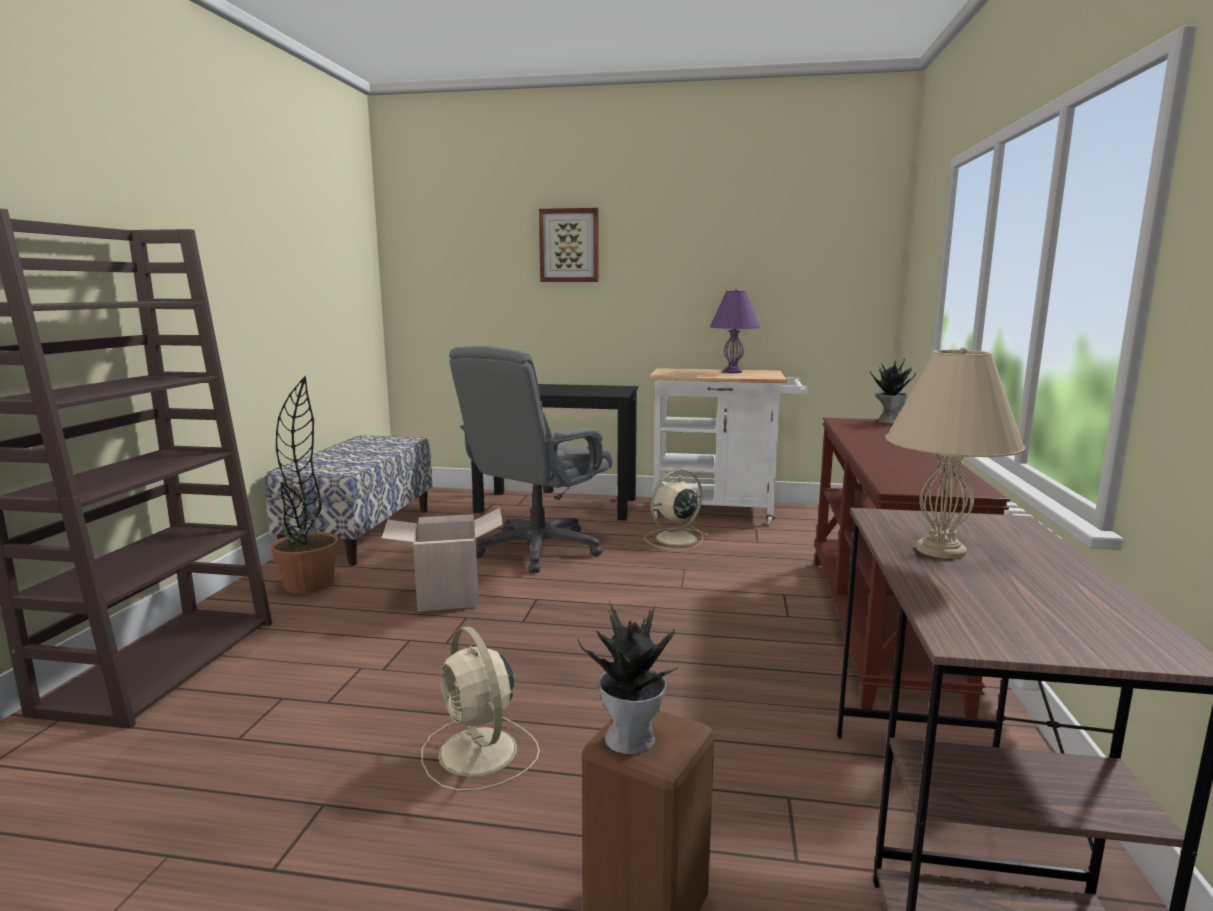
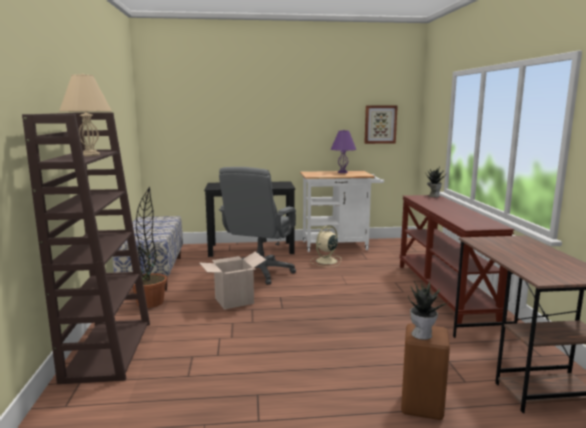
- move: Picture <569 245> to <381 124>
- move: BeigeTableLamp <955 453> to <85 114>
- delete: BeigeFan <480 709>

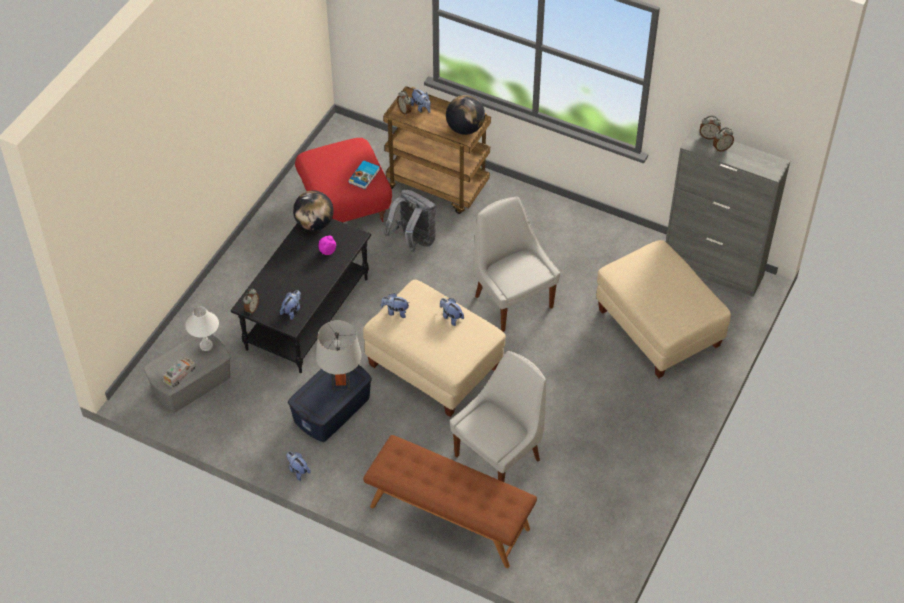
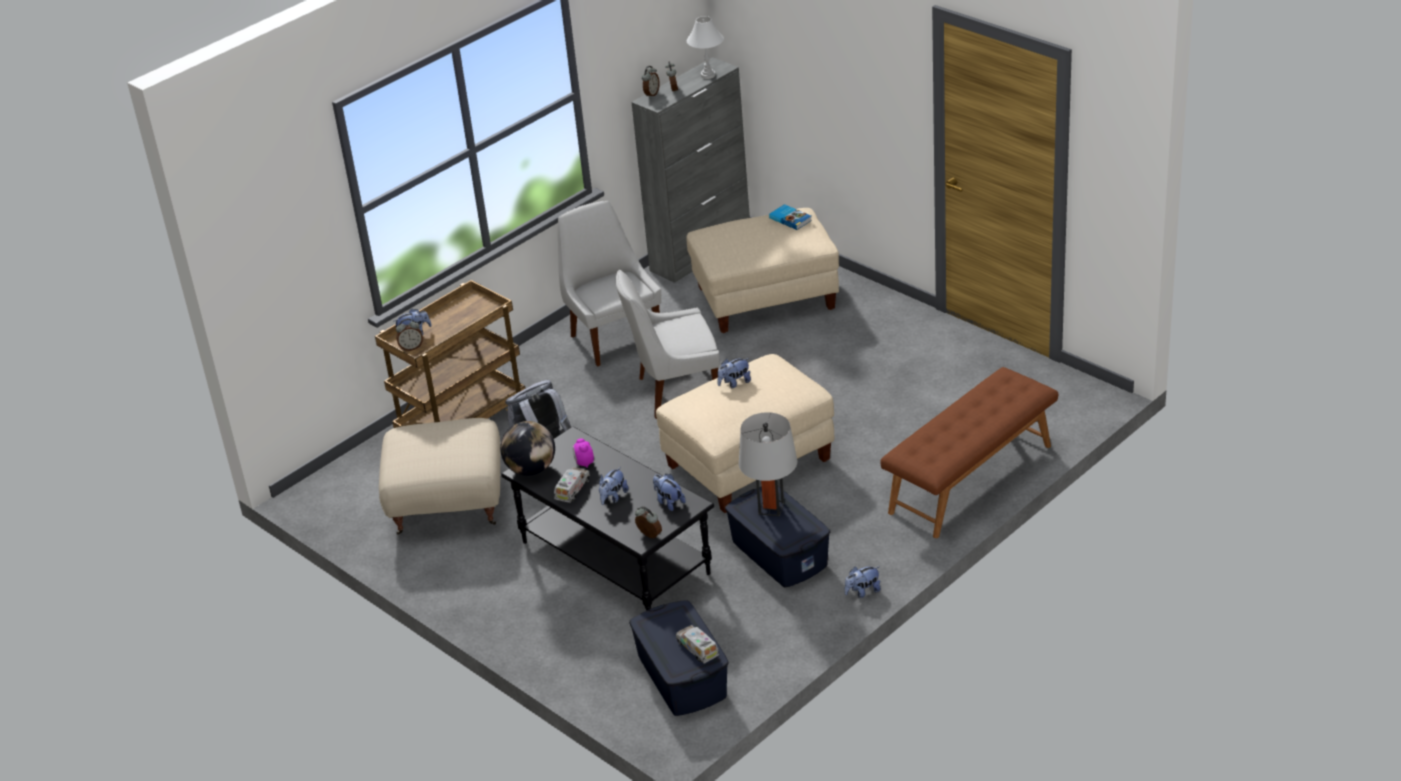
- delete: Globe <465 115>
- recolor: RedOttoman <343 180> to BeigeOttoman <440 476>
- move: Book <364 174> to <790 217>
- move: PlushToy <395 305> to <613 486>
- move: WhiteTableLamp <202 329> to <705 47>
- recolor: GreyStorageBox <187 374> to BlueStorageBox <679 658>
- move: WhiteChair <498 416> to <609 283>
- insert: ToyTruck <572 485>

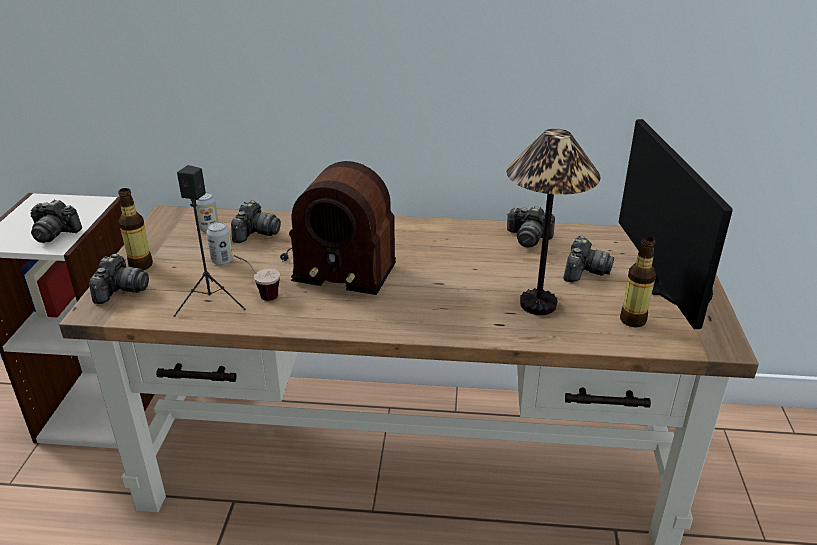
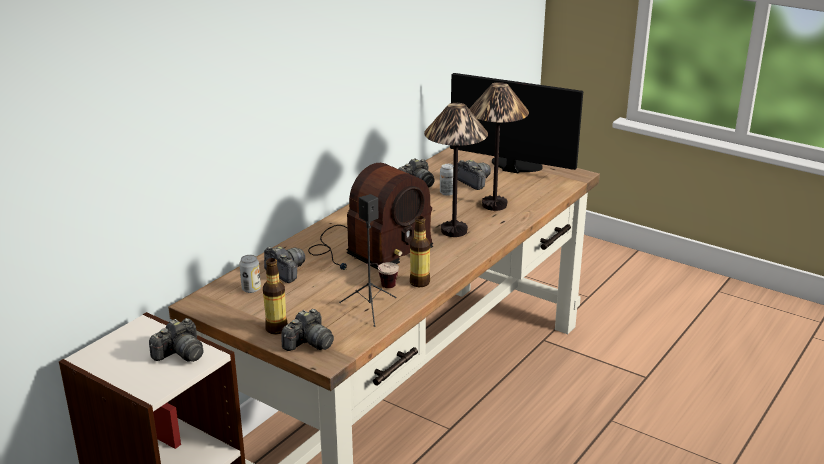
- move: Can <220 243> to <446 180>
- move: Bottle <638 282> to <420 251>
- rotate: PhotoCamera <119 279> = <307 330> 90 degrees clockwise
- insert: TableLamp <456 170>

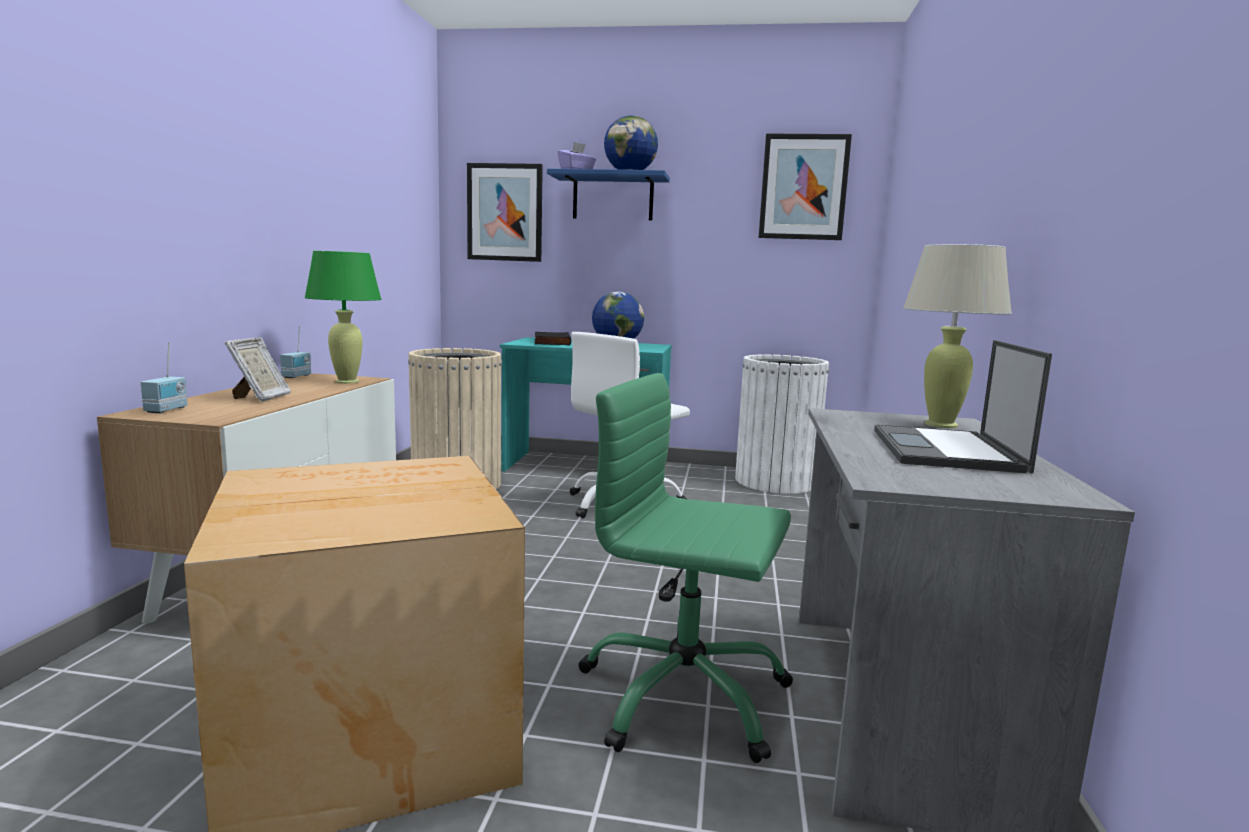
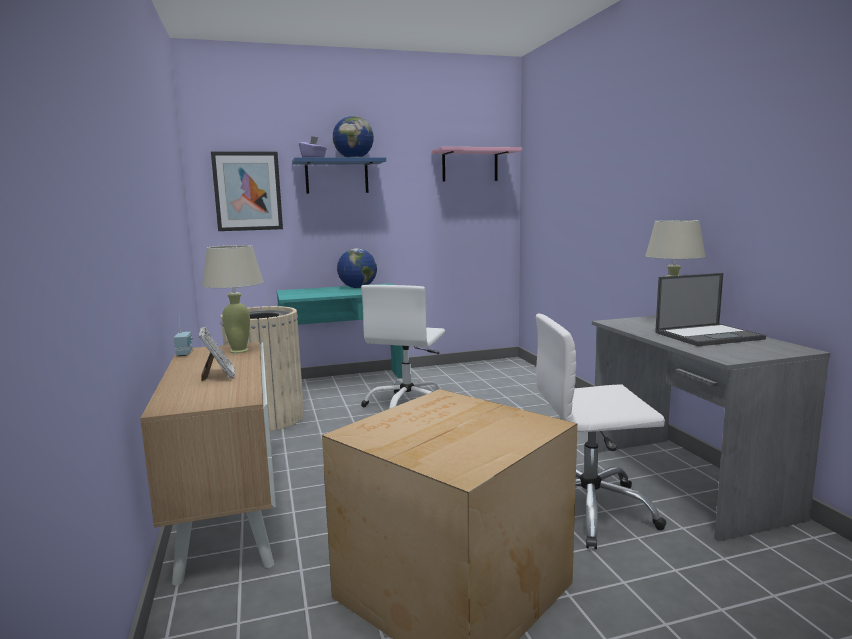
- replace: Picture <805 187> to PinkShelf <476 164>
- recolor: GreenTableLamp <343 317> to BeigeTableLamp <233 299>
- delete: BlackBook <553 338>
- rotate: Laptop <963 407> = <710 309> 90 degrees counterclockwise
- delete: Radio <164 377>
- delete: WhiteTrashCan <782 424>
- recolor: GreenOfficeChair <685 568> to WhiteOfficeChair <601 431>

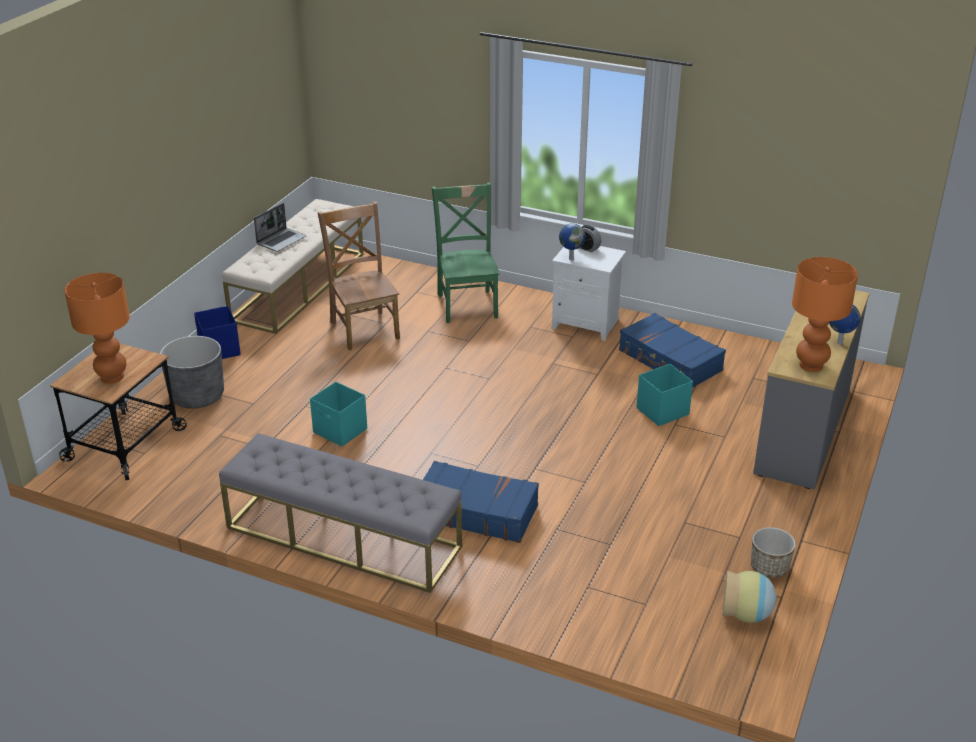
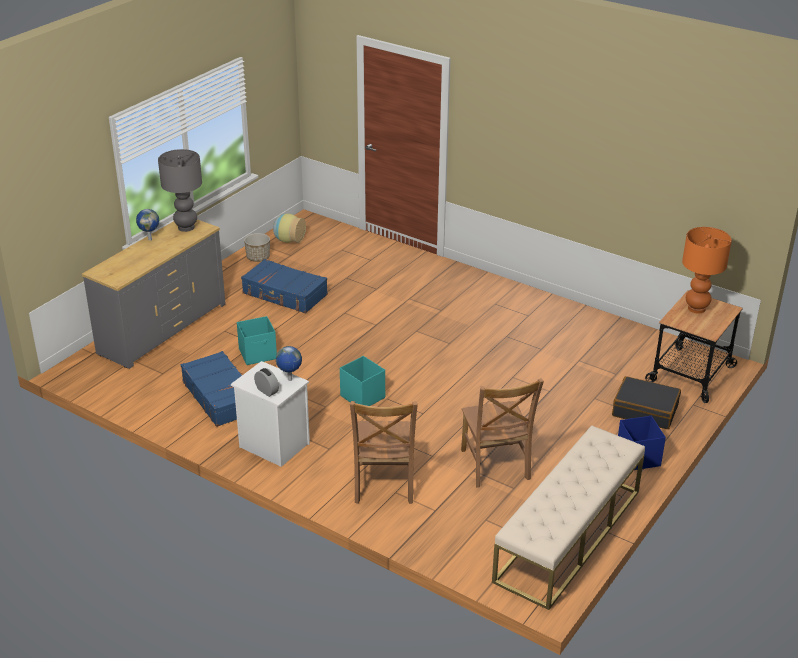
- recolor: GreenChair <466 252> to BrownChair <384 452>
- delete: Laptop <280 227>
- recolor: OrangeTableLamp <825 314> to GreyTableLamp <180 190>
- replace: GreyPlanter <192 372> to BlackSuitcase <646 402>
- move: TurquoiseStorageBox <338 414> to <362 381>
- delete: GreyBench <340 513>
- move: BlueSuitcase <481 502> to <284 286>

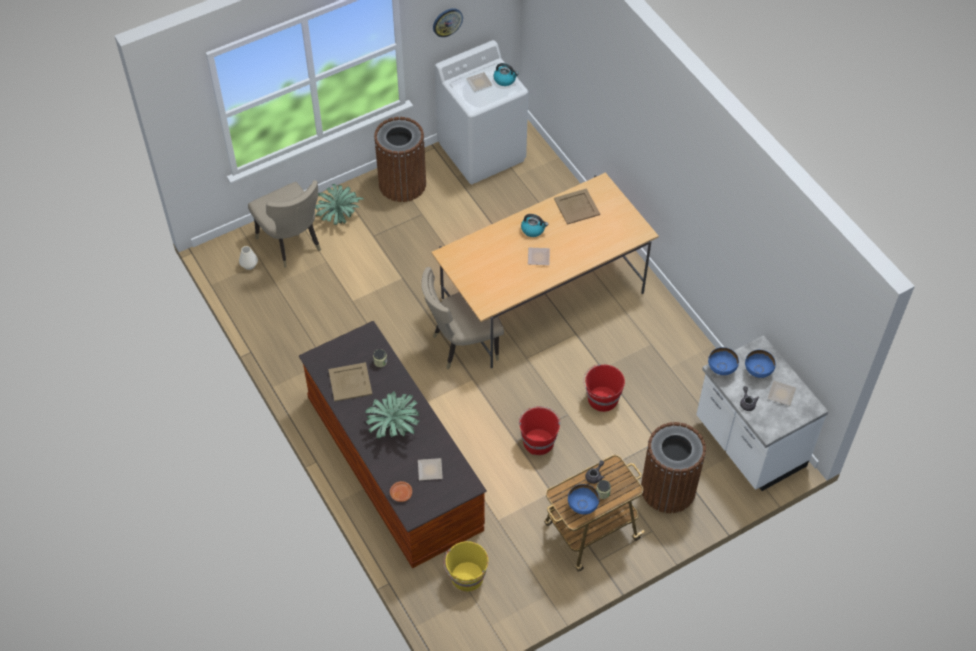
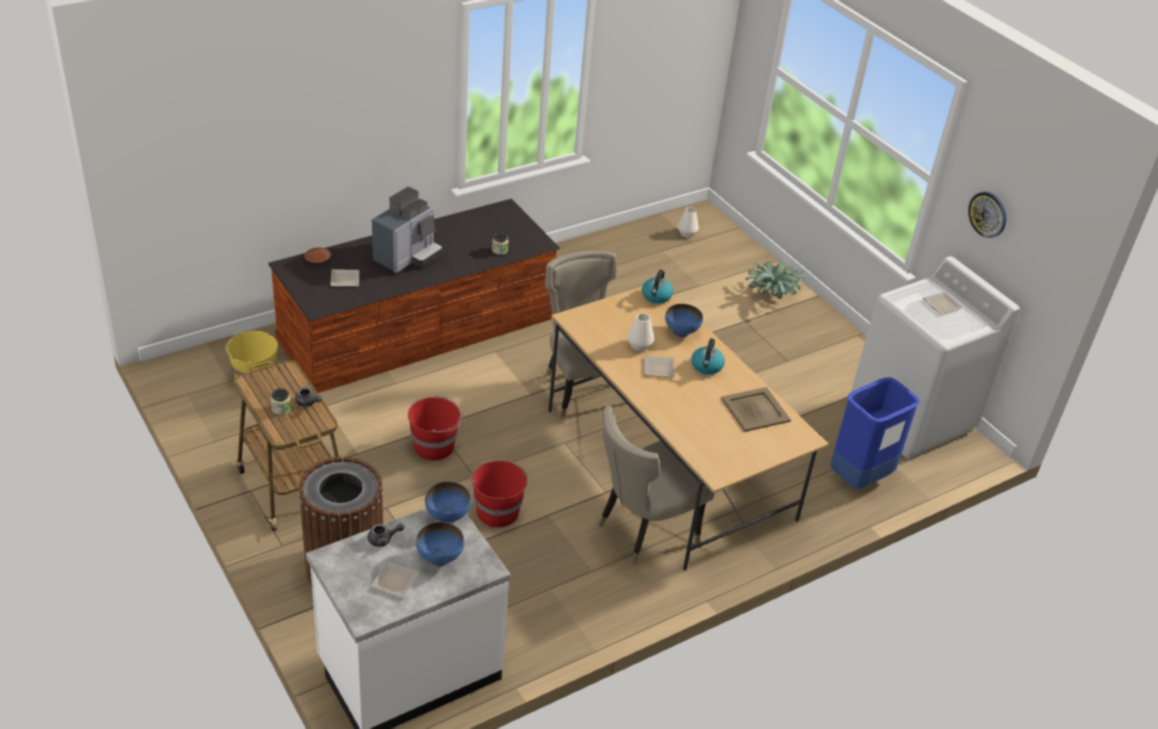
- move: Kettle <506 74> to <657 286>
- delete: BrownTrashCan <400 159>
- move: BeigeChair <284 224> to <656 485>
- delete: BeigeTray <350 382>
- replace: PottedPlant <392 414> to CoffeeMachine <407 230>
- move: BlueBowl <583 499> to <684 321>
- insert: WhiteVase <640 332>
- insert: BlueTrashCan <875 433>

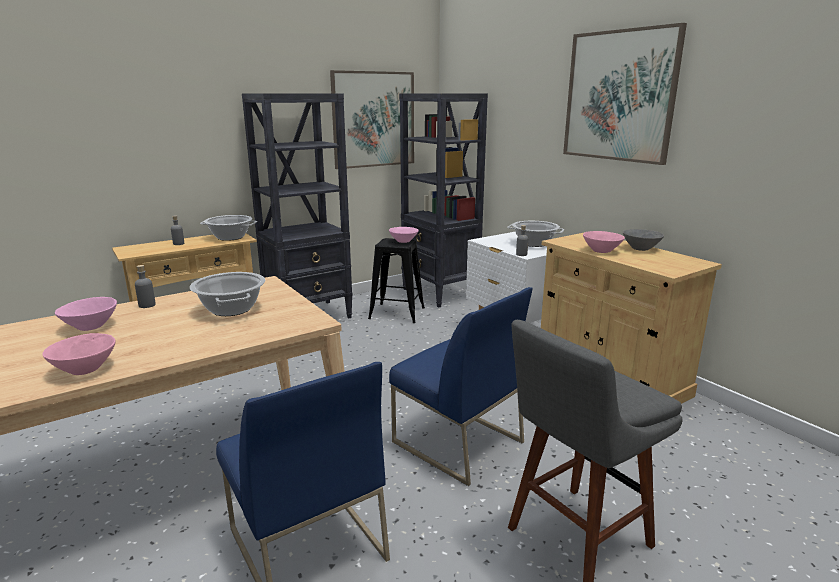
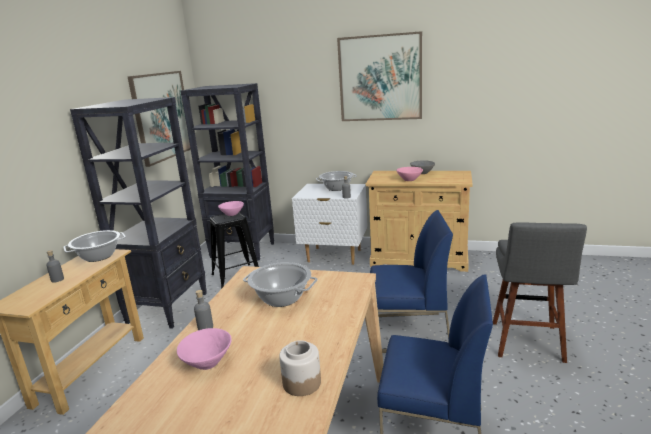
- replace: PinkBowl <79 354> to Jar <300 368>

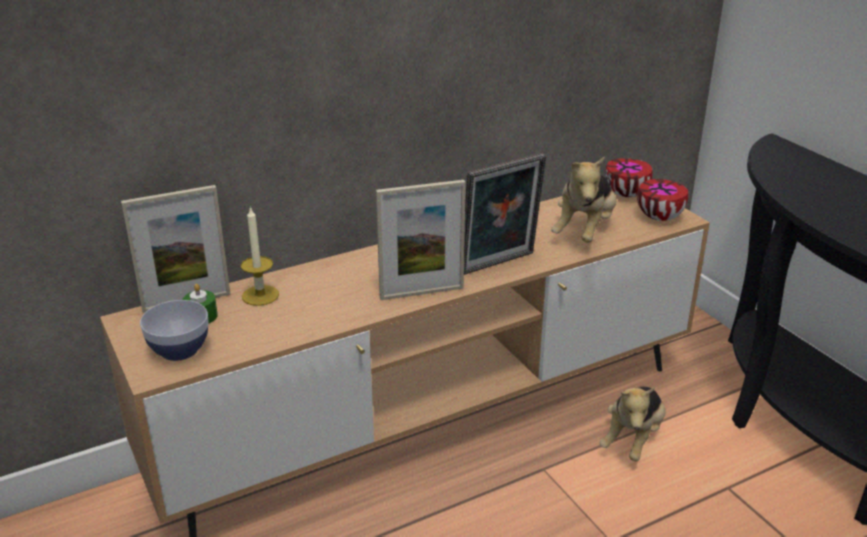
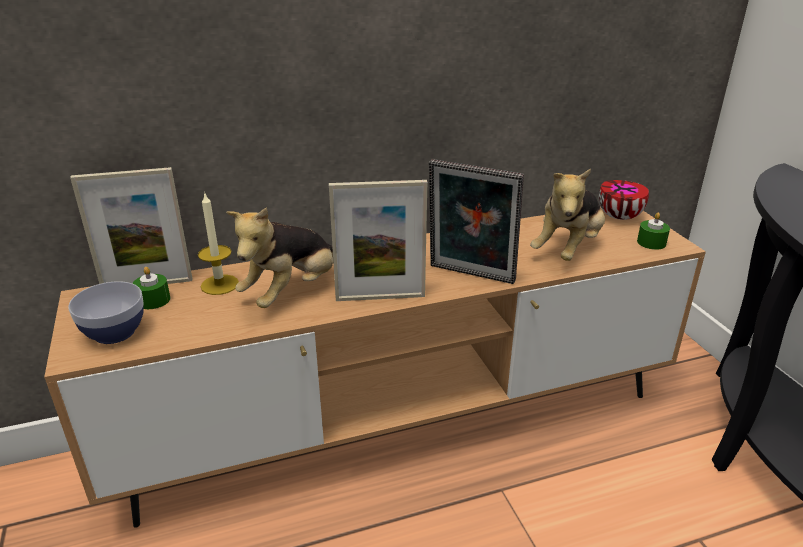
- rotate: PictureFrame <505 214> = <476 221> 45 degrees clockwise
- replace: Bowl <662 200> to GreenCandle <653 231>
- move: PlushToy <633 423> to <279 257>

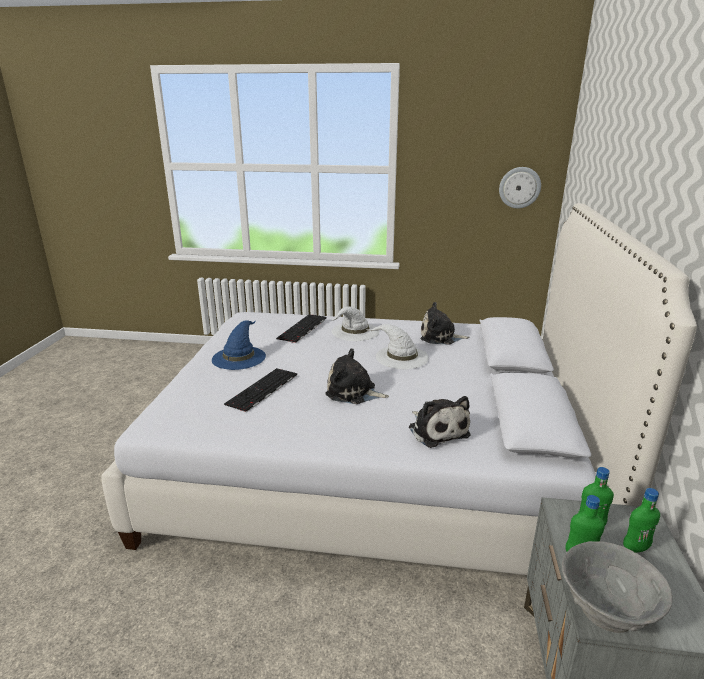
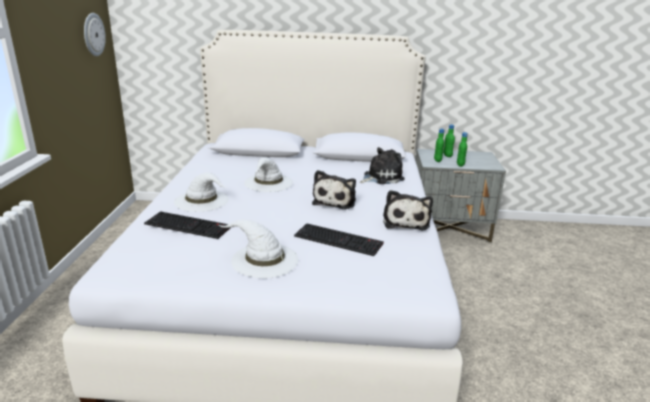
- move: PlushToy <445 323> to <408 210>
- recolor: BlueHat <239 345> to WhiteHat <258 248>
- delete: GreyBowl <617 587>

